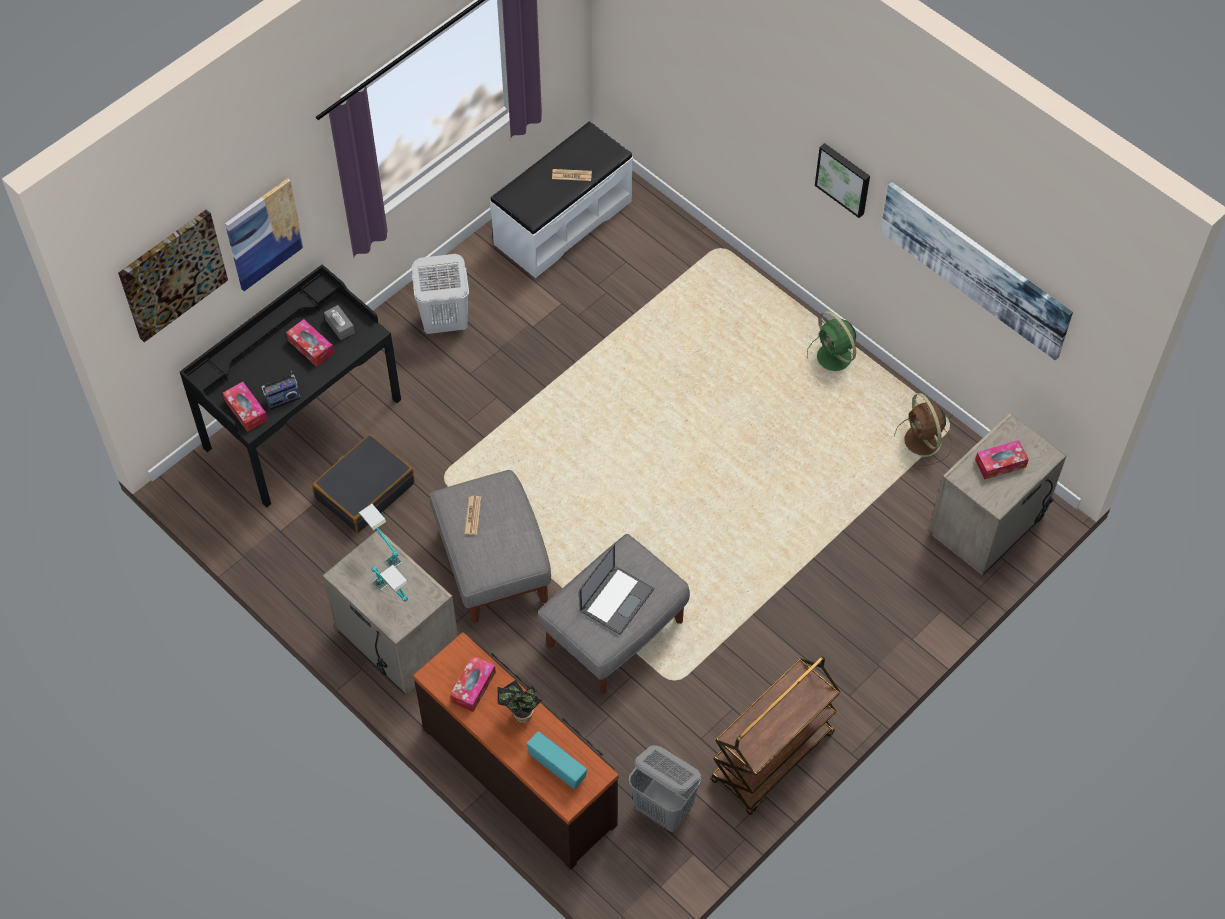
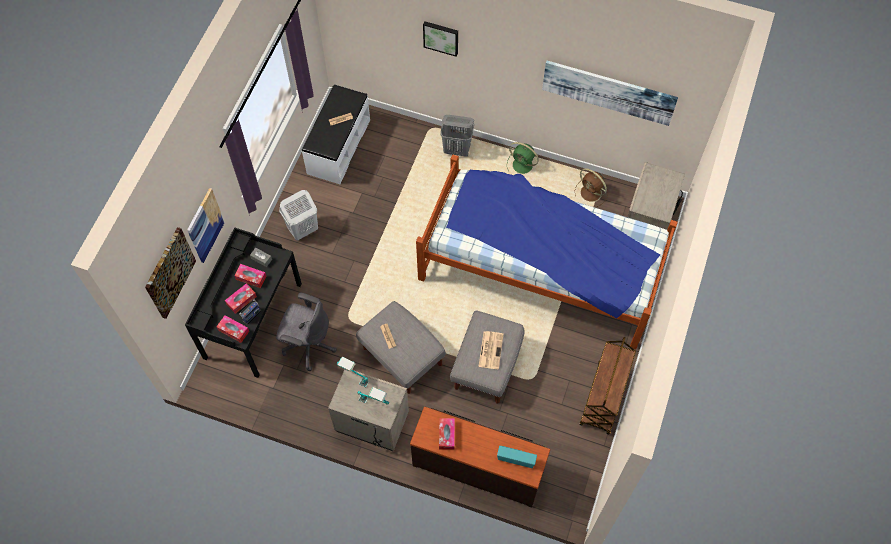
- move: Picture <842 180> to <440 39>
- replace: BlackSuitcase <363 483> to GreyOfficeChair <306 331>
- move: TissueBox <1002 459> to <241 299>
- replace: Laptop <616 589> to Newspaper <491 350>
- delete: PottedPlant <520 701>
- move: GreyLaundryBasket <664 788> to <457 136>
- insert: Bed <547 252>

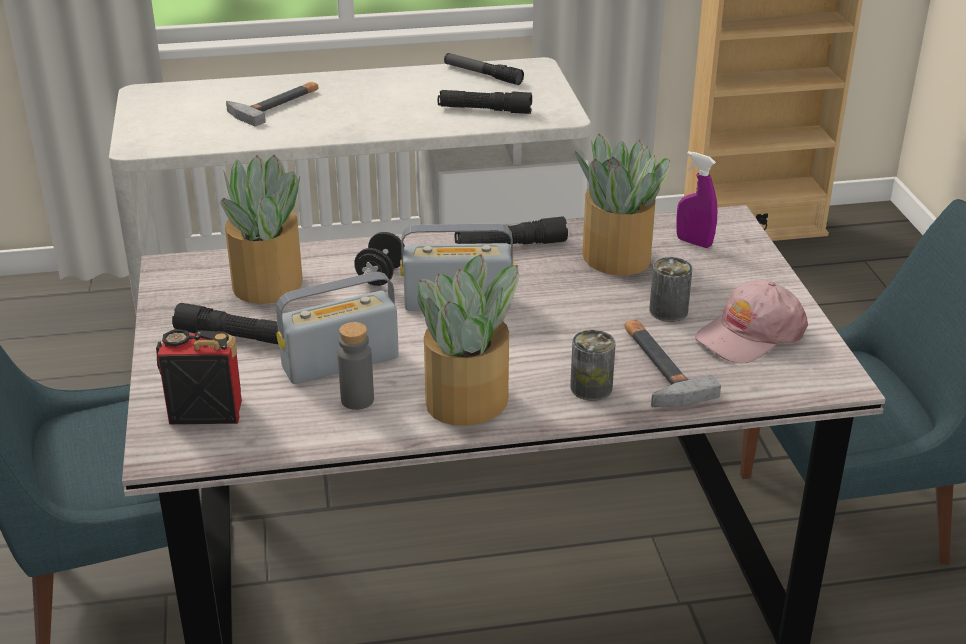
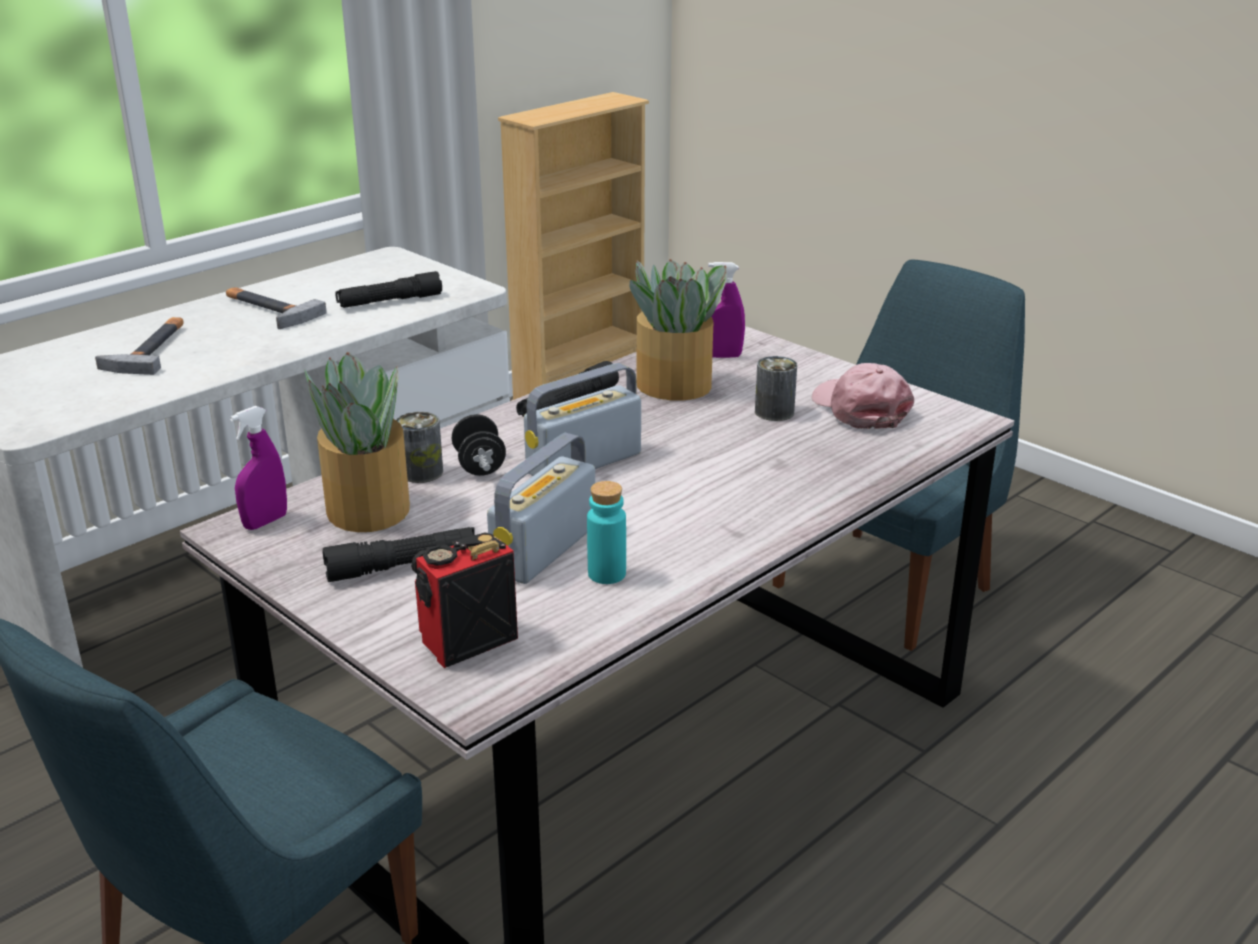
- delete: Flashlight <484 69>
- delete: PottedPlant <468 340>
- rotate: PinkCap <751 321> = <863 396> 135 degrees clockwise
- move: Hammer <673 363> to <276 308>
- recolor: GreyBottle <356 366> to TurquoiseBottle <606 532>
- move: Can <593 365> to <419 447>
- insert: PurpleSprayBottle <258 468>

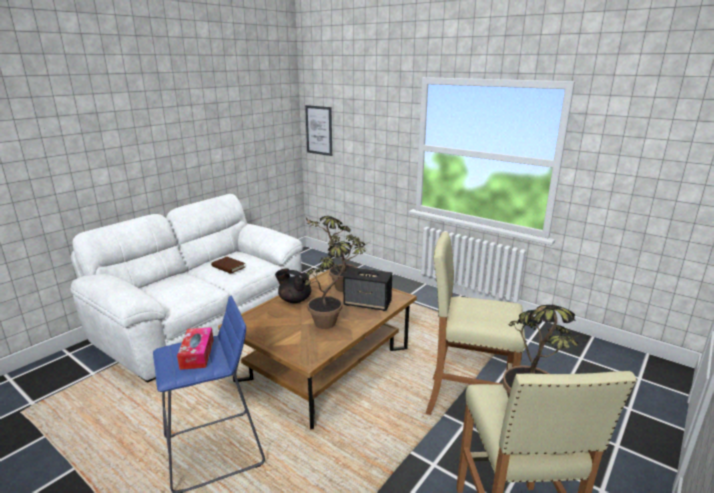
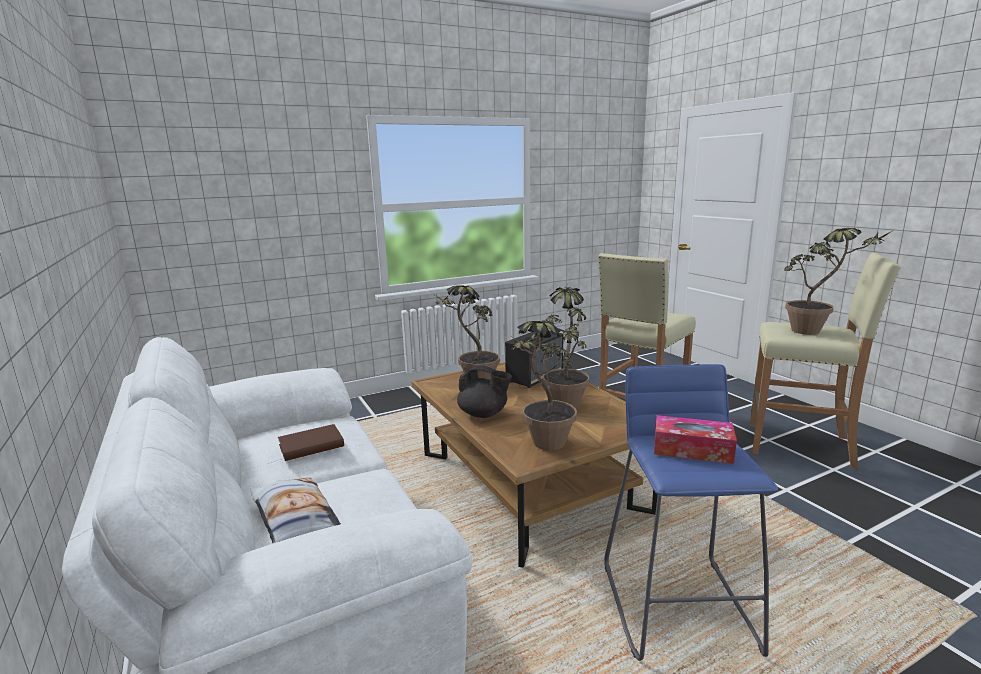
- delete: Picture <318 130>
- rotate: BlackTeapot <293 285> = <484 392> 120 degrees counterclockwise
- insert: PottedPlant <544 385>
- insert: Pillow <295 510>

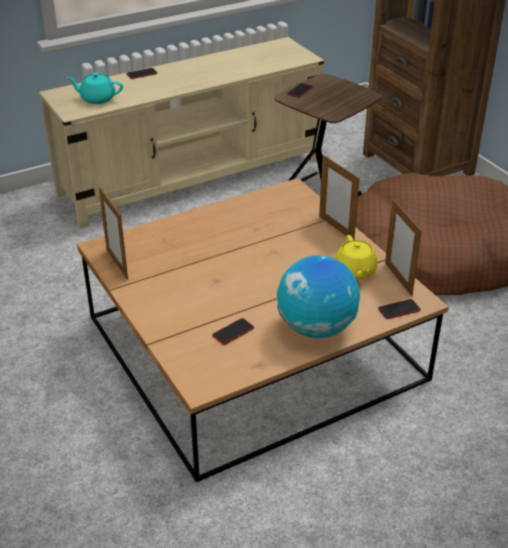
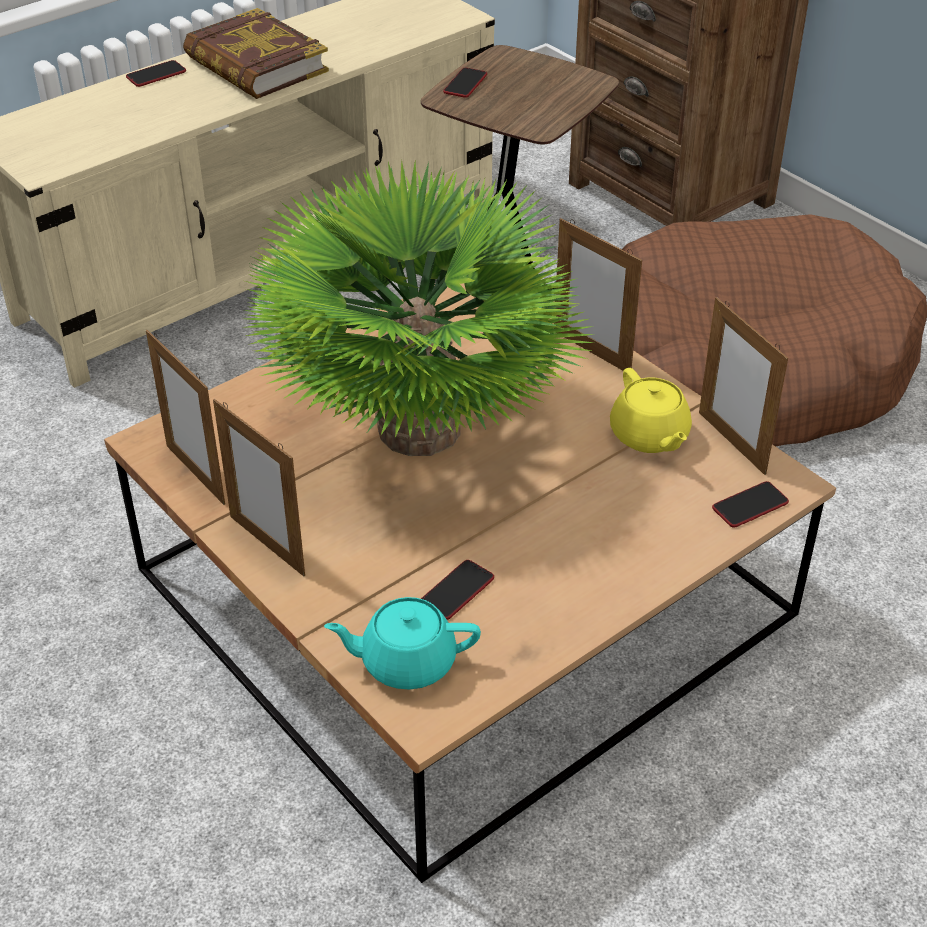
- move: TurquoiseTeapot <94 88> to <402 643>
- delete: Globe <318 296>
- insert: Book <256 53>
- insert: PottedPlant <420 308>
- insert: PictureFrame <259 487>

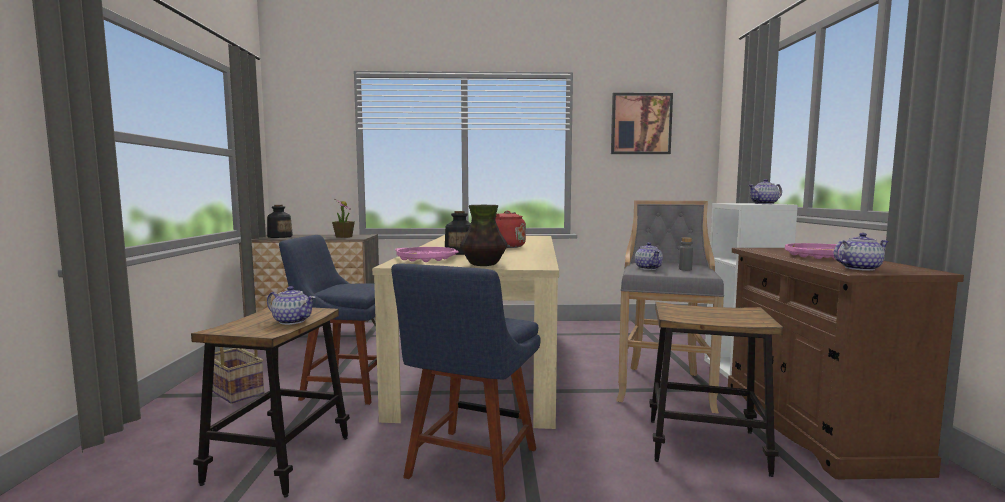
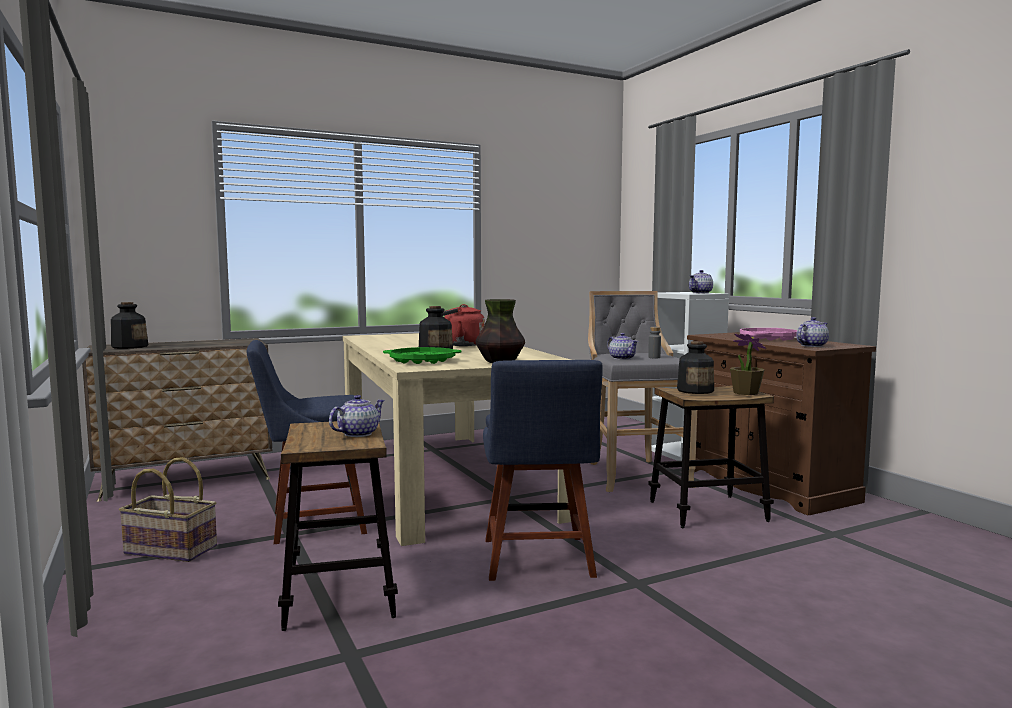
- delete: Picture <642 123>
- move: PottedPlant <343 218> to <748 364>
- recolor: PinkTray <427 254> to GreenTray <422 355>
- rotate: Teapot <291 305> = <357 416> 45 degrees counterclockwise
- insert: Bottle <695 367>

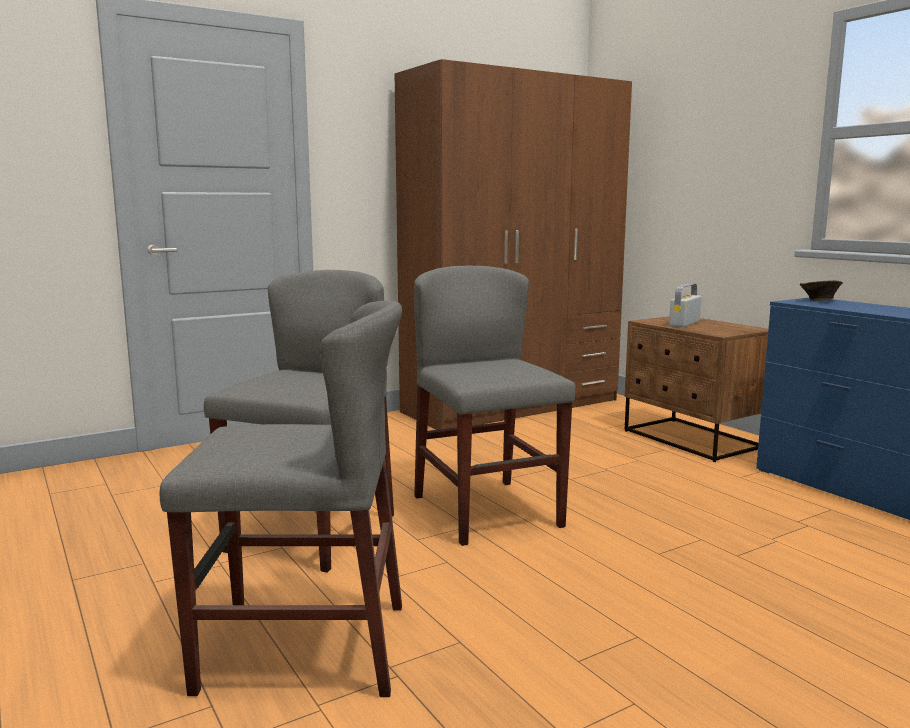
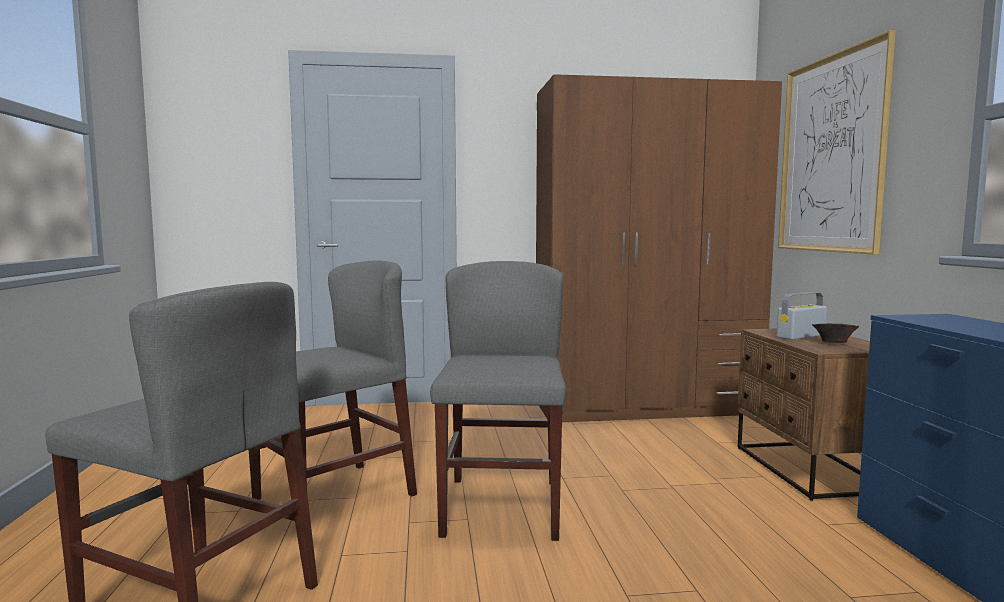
- move: BrownBowl <821 290> to <835 333>
- insert: Picture <837 142>

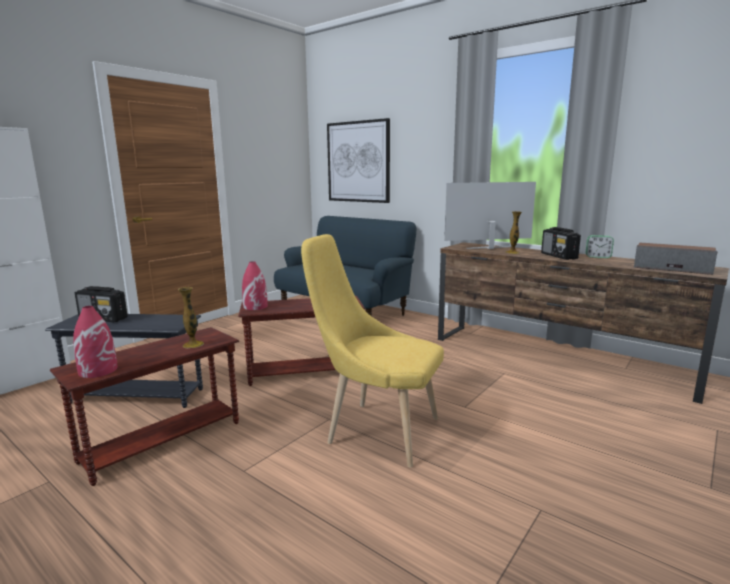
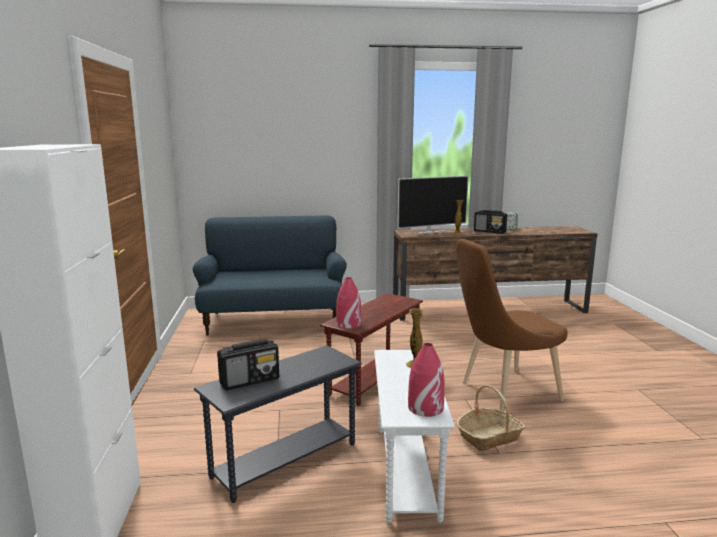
- delete: Picture <358 160>
- rotate: Television <490 215> = <433 205> 150 degrees counterclockwise
- recolor: YellowChair <372 351> to BrownChair <512 325>
- delete: Speaker <675 259>
- recolor: BrownSideTable <144 406> to WhiteSideTable <414 436>
- insert: Basket <491 418>

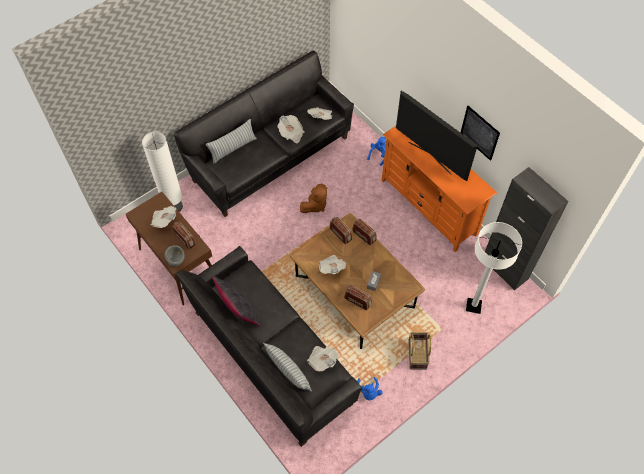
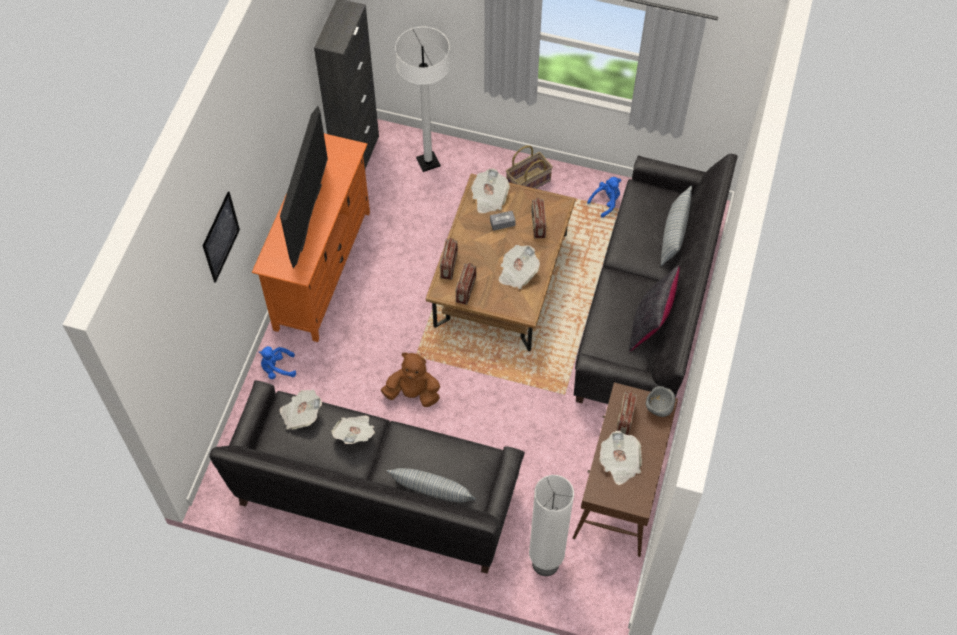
- move: Picture <480 133> to <221 237>
- move: Newspaper <323 358> to <490 190>

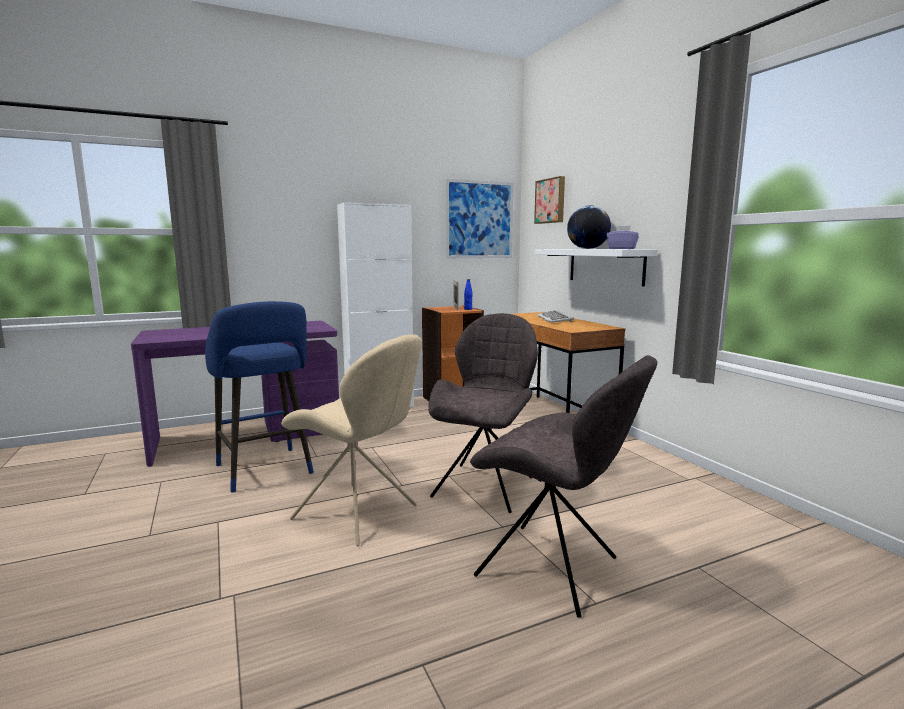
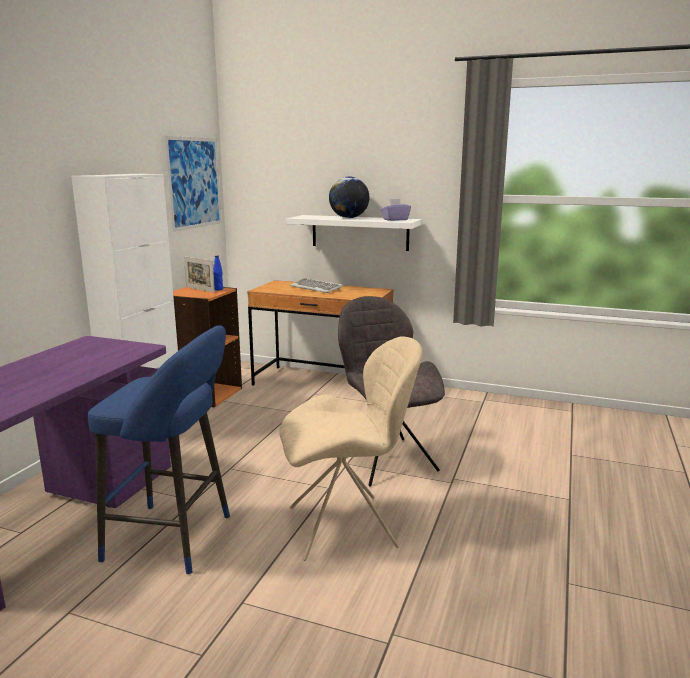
- delete: Picture <549 200>
- delete: GreyChair <563 486>

